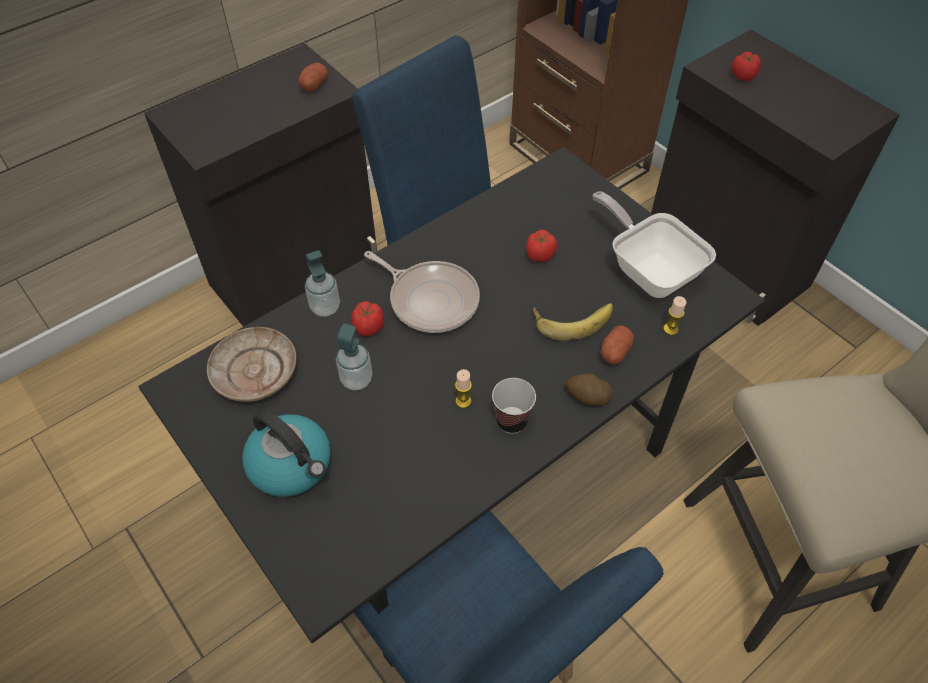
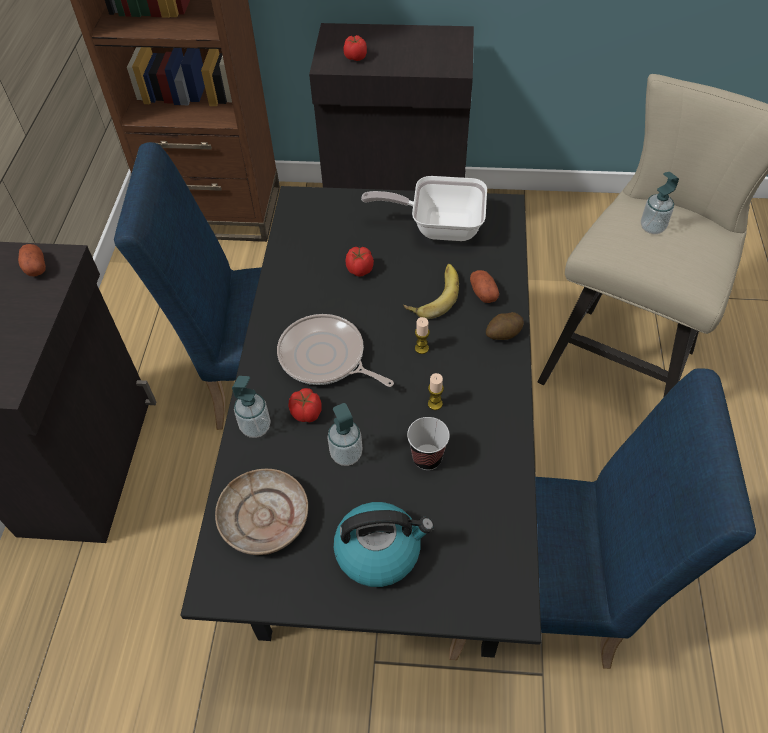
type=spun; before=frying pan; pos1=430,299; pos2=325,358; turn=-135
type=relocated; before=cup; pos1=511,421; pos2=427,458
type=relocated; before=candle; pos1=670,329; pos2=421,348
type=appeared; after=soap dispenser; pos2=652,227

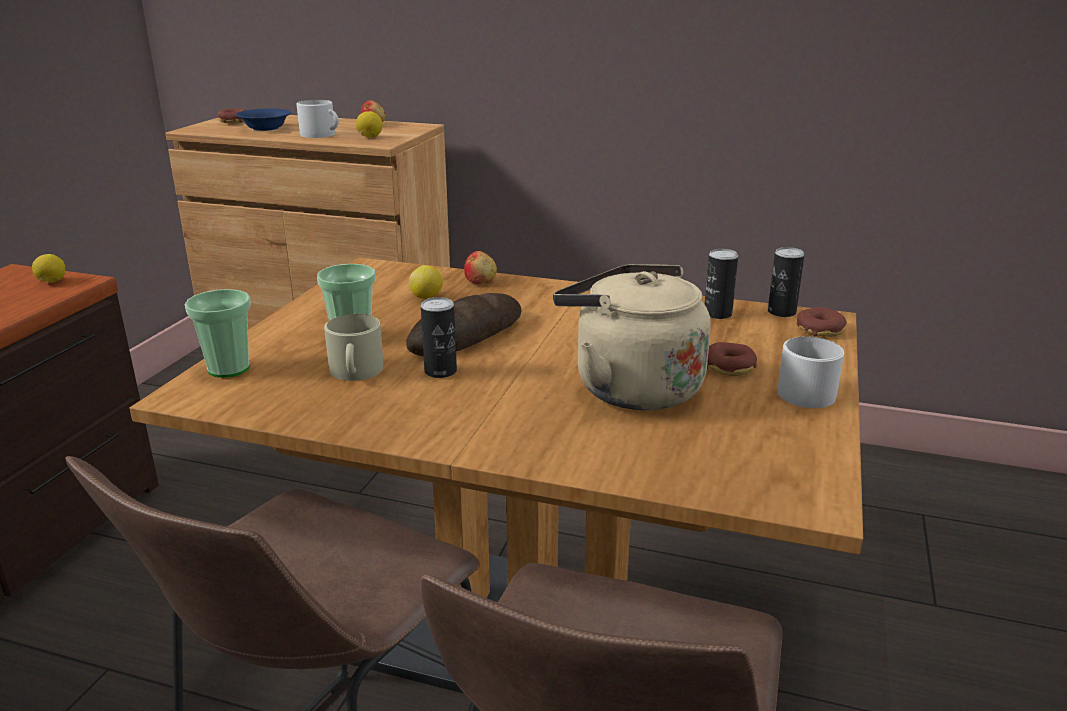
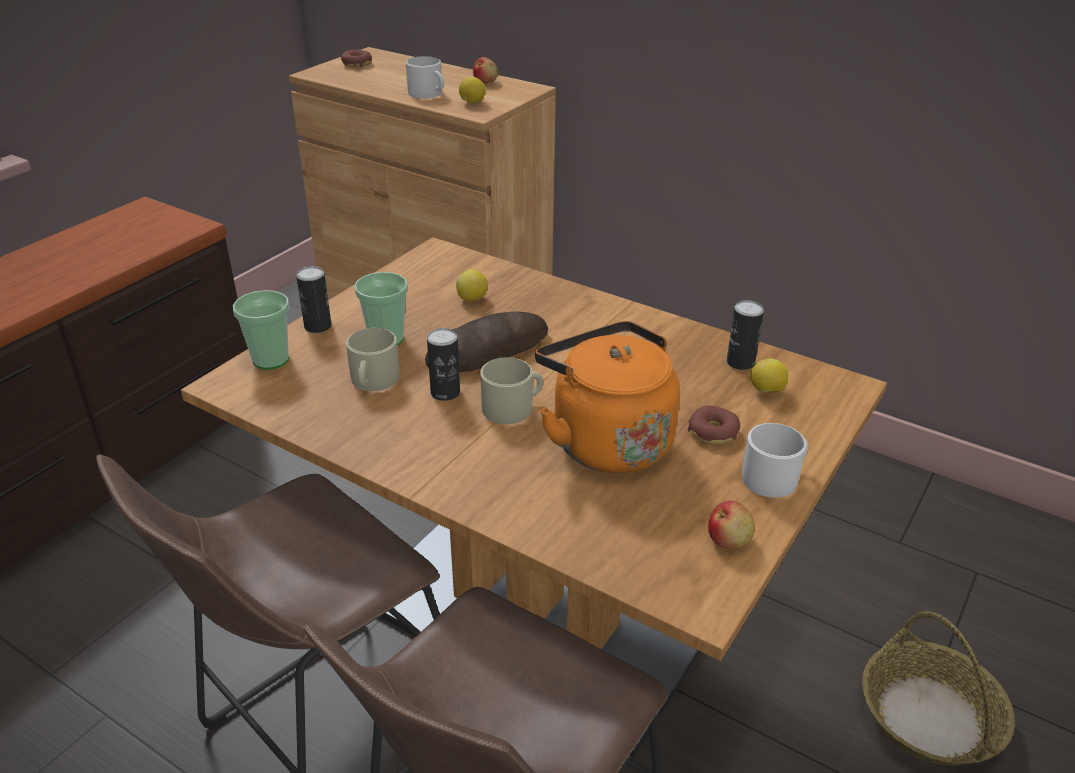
type=relocated; before=lemon; pos1=52,282; pos2=766,391
type=missing; before=bowl (blue); pos1=265,128
type=relocated; before=apple; pos1=480,281; pos2=729,539
type=colour; before=kettle (beige); after=kettle (orange); pos1=630,387; pos2=606,440
type=relocated; before=can; pos1=781,312; pos2=318,326
type=missing; before=donut; pos1=820,329
type=appeared; after=mug (beige); pos2=513,407
type=appeared; after=basket; pos2=930,717

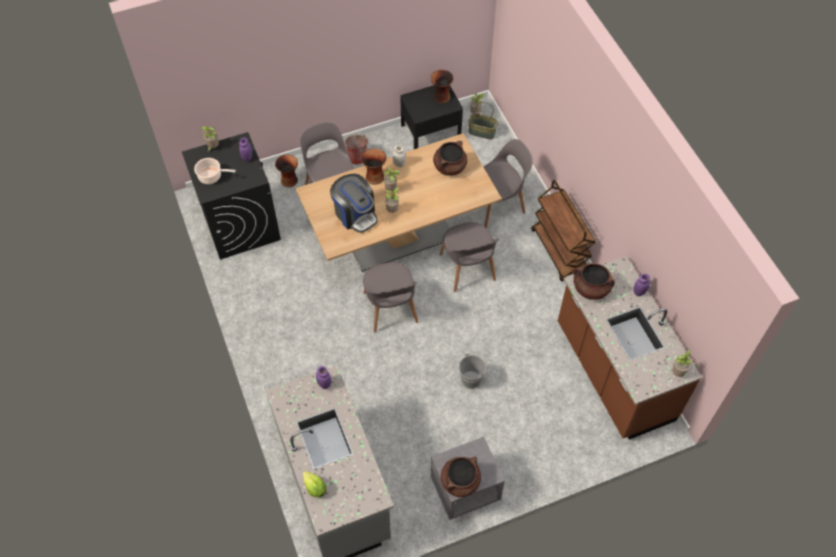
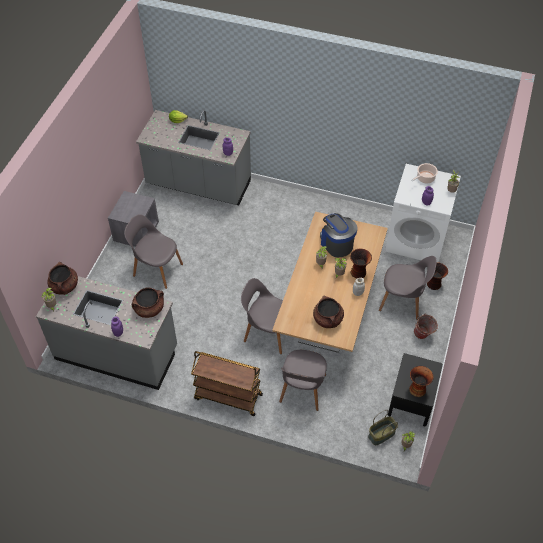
type=colour; before=washing machine (black); after=washing machine (white); pos1=240,224; pos2=417,239
type=spun; before=coffee machine; pos1=355,214; pos2=336,244; turn=60
type=relocated; before=chair (grey); pos1=390,309; pos2=156,269
type=relocated; before=cooking pot (brown); pos1=460,481; pos2=64,286
type=missing; before=bucket (grey); pos1=473,379
type=colour; before=counter (brown); after=counter (grey); pos1=613,373; pos2=117,352

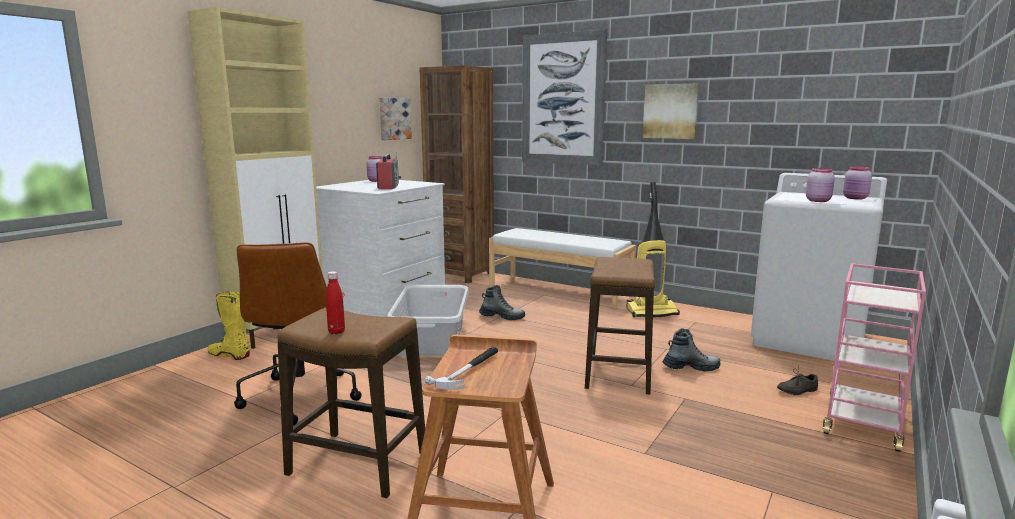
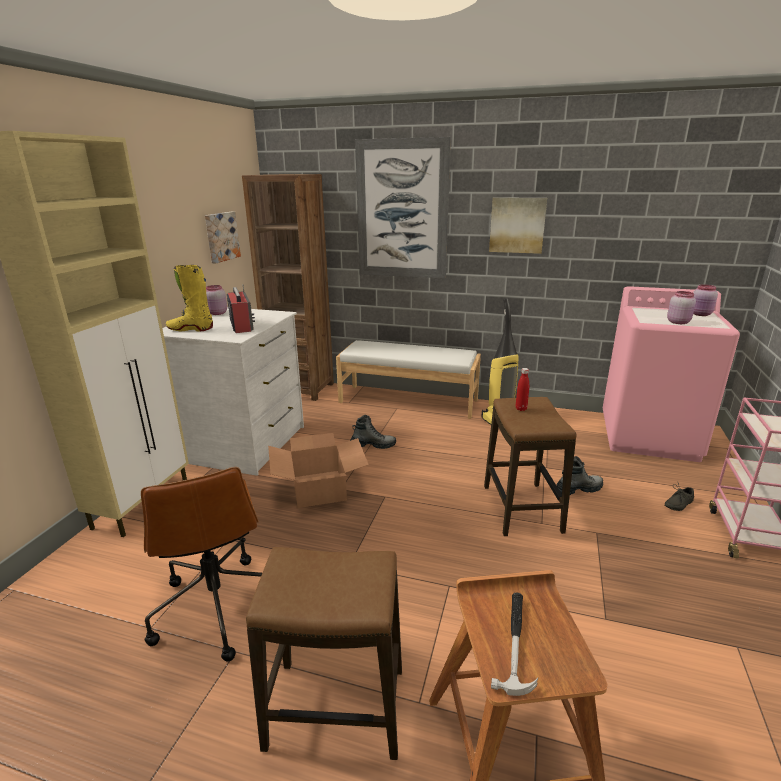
type=relocated; before=boot (yellow); pos1=230,355; pos2=190,329
type=relocated; before=bottle (red); pos1=336,332; pos2=521,409
type=exchanged; before=laundry basket (grey); after=cardboard box; pos1=432,339; pos2=319,488
type=colour; before=washing machine (white); after=washing machine (pink); pos1=809,339; pos2=649,436

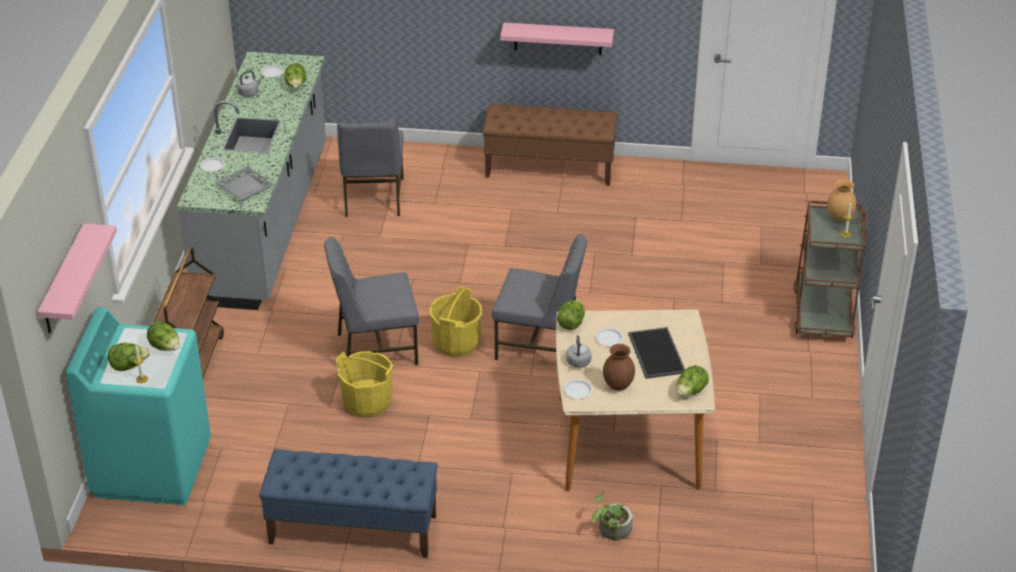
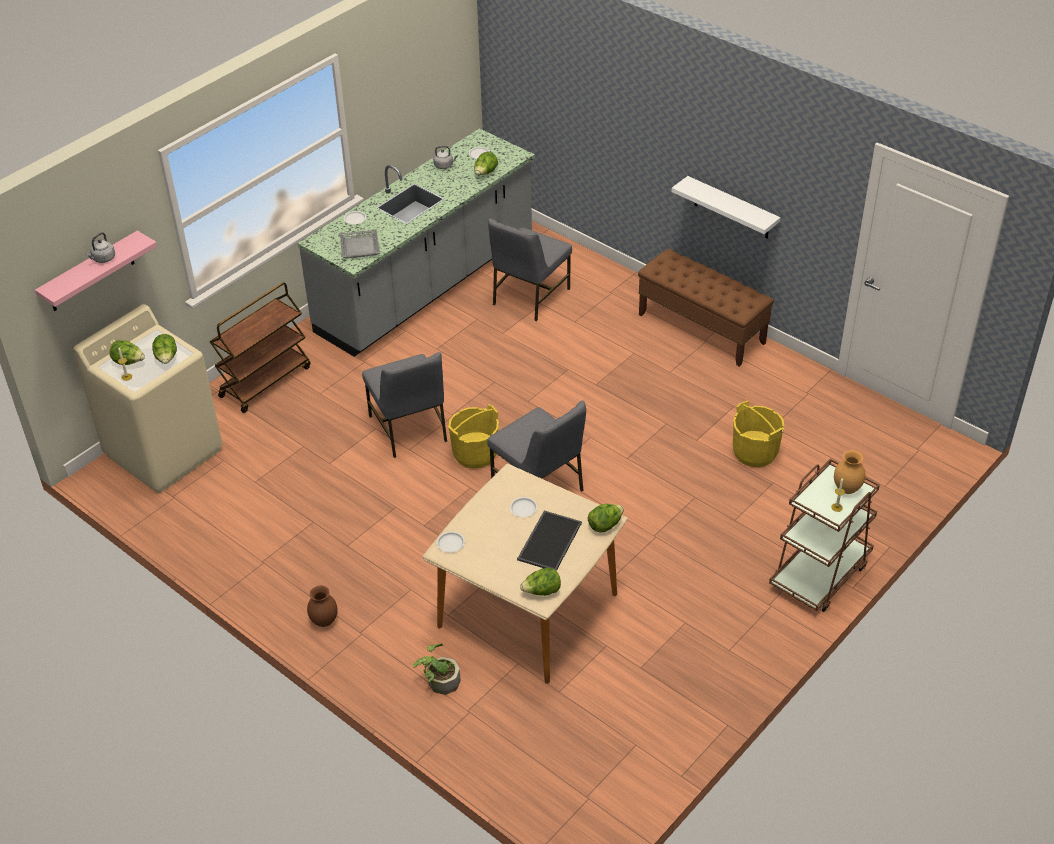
type=colour; before=washing machine (turquoise); after=washing machine (beige); pos1=152,467; pos2=164,452
type=missing; before=bench (blue); pos1=352,529
type=spun; before=chair (grey); pos1=375,348; pos2=409,429; turn=-135
type=relocated; before=bucket (yellow); pos1=367,402; pos2=755,452
type=colour; before=shelf (pink); after=shelf (white); pos1=558,38; pos2=732,208
type=relocated; before=lettuce; pos1=571,323; pos2=605,525
type=relocated; before=kettle (grey); pos1=578,363; pos2=103,259
type=relocated; before=vase (brown); pos1=618,386; pos2=325,621

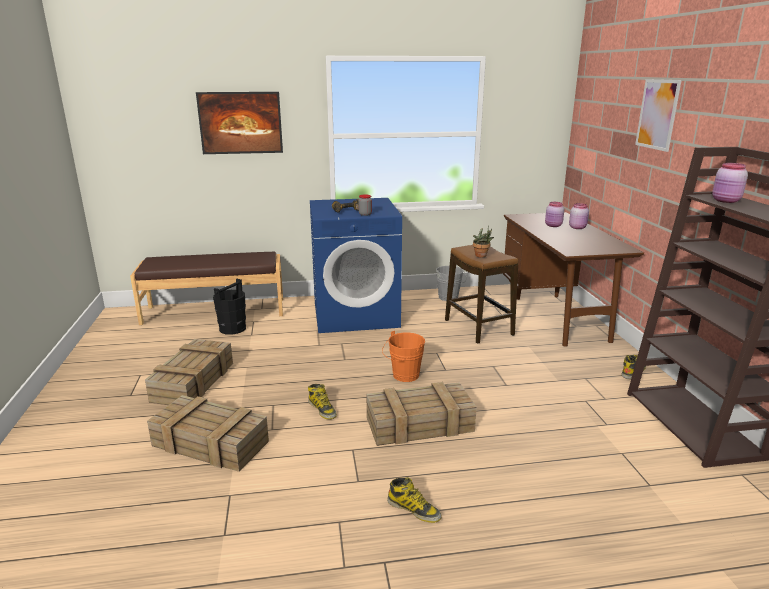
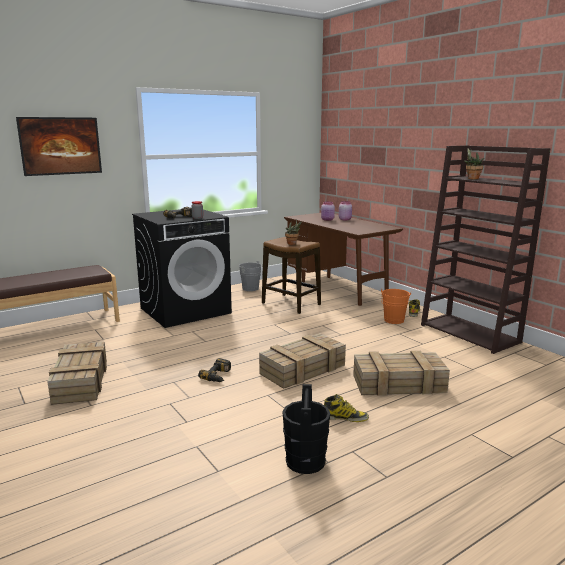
type=relocated; before=crate; pos1=212,443; pos2=400,383
type=relocated; before=bucket (black); pos1=232,329; pos2=305,461
type=exchanged; before=boot; after=power drill; pos1=322,409; pos2=219,376
type=colour; before=washing machine (blue); after=washing machine (black); pos1=356,314; pos2=186,310
type=relocated; before=bucket (orange); pos1=403,376; pos2=393,321
type=missing; before=picture; pos1=657,114
type=exchanged; before=jar (pink); after=potted plant; pos1=726,201; pos2=471,178

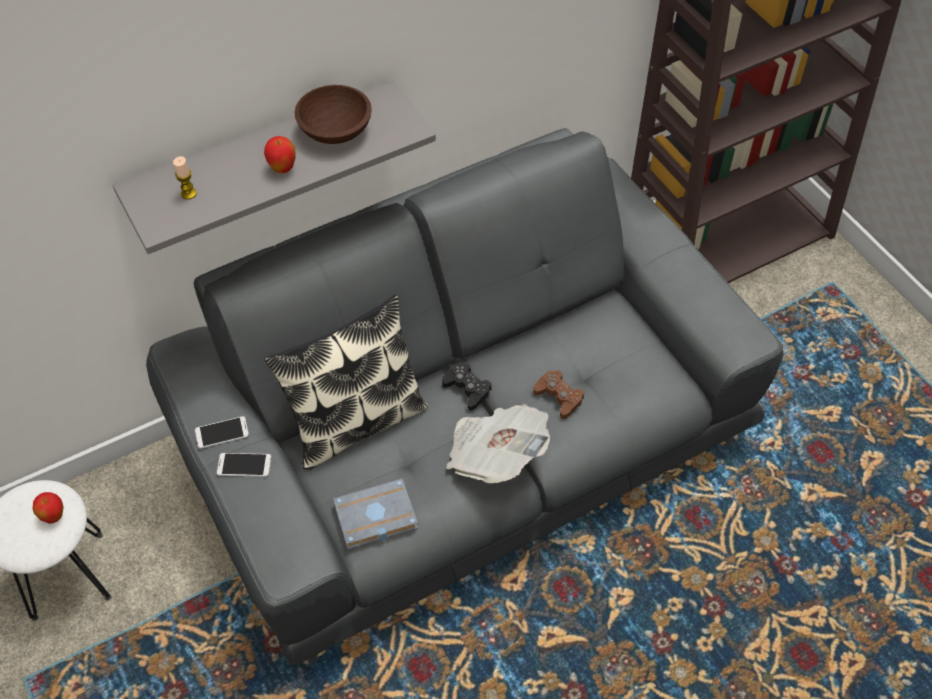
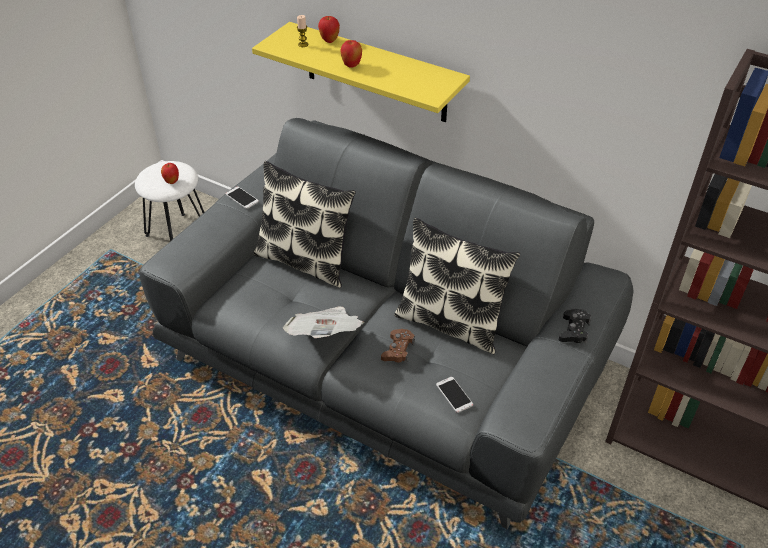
type=colour; before=shelf (grey); after=shelf (yellow); pos1=264,160; pos2=375,73
type=relocated; before=phone; pos1=244,465; pos2=454,395
type=missing; before=bowl (brown); pos1=336,131
type=missing; before=book (grey); pos1=374,519
type=relocated; before=game controller (black); pos1=467,389; pos2=574,330
type=appeared; after=apple; pos2=329,41
type=appeared; after=pillow; pos2=450,322

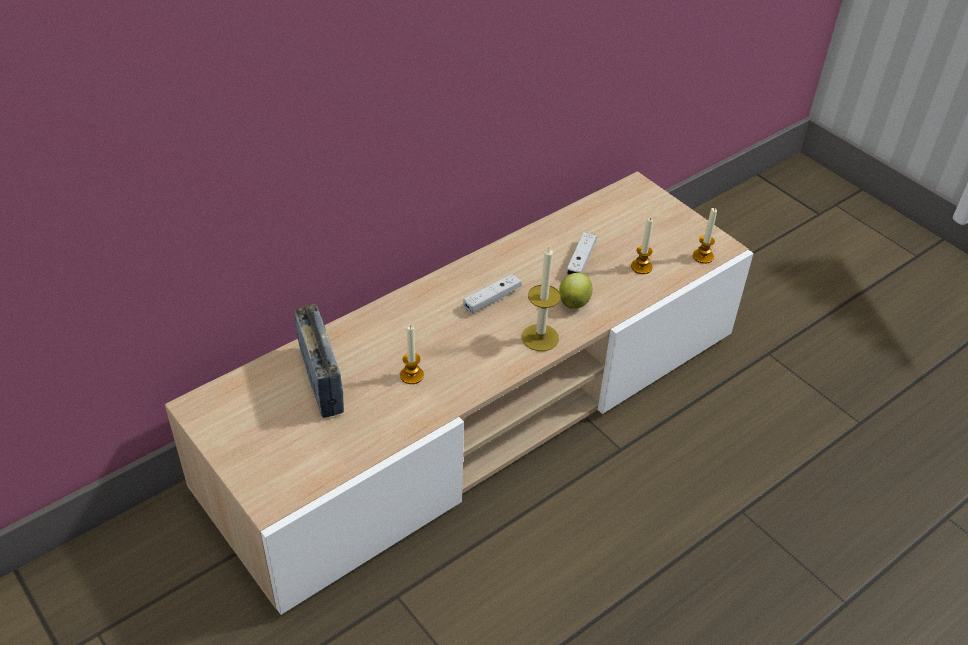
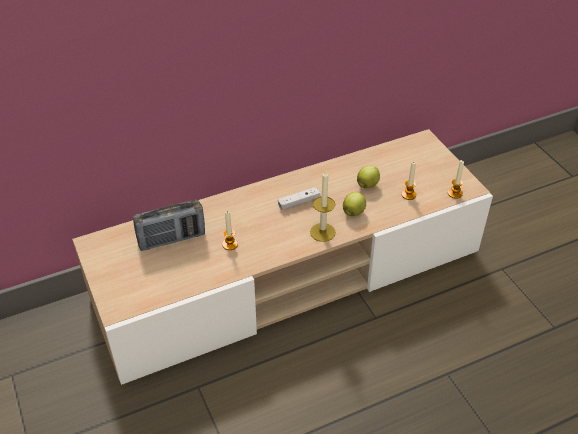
type=spun; before=radio; pos1=321,381; pos2=171,239; turn=75
type=exchanged; before=game controller (white); after=apple; pos1=580,261; pos2=367,185

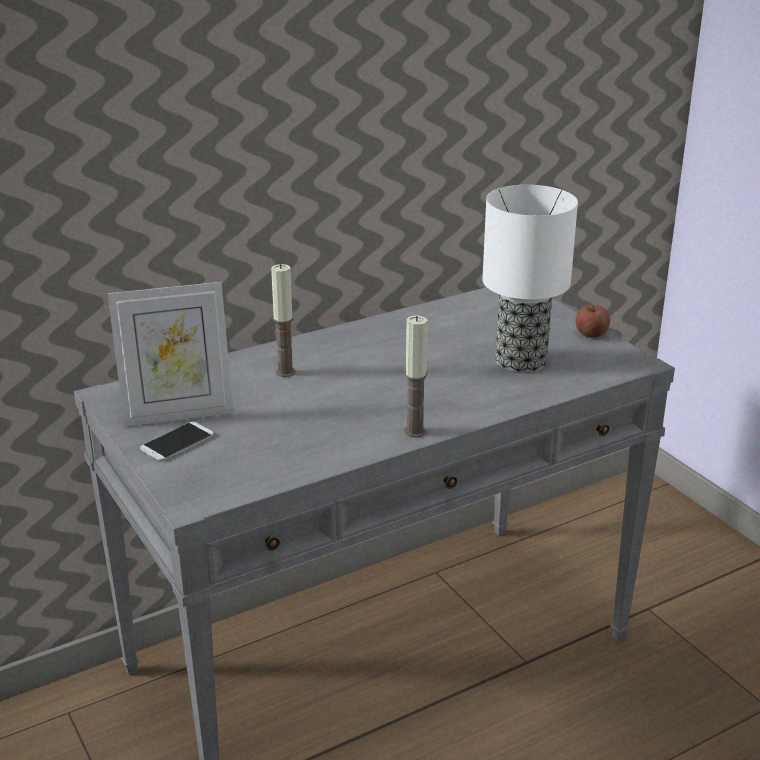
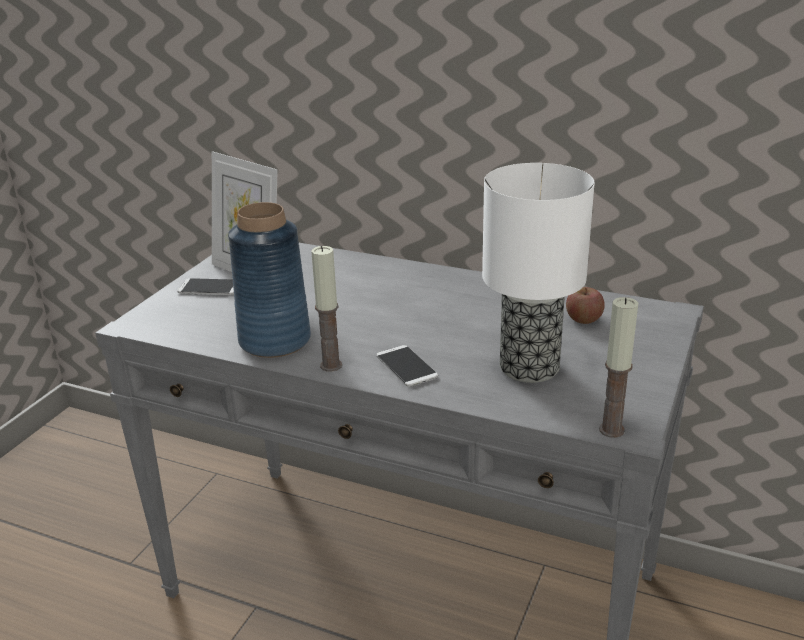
type=relocated; before=candle; pos1=285,372; pos2=611,430
type=relocated; before=apple; pos1=591,334; pos2=584,319
type=appeared; after=vase (blue); pos2=274,340
type=appeared; after=phone; pos2=406,366

